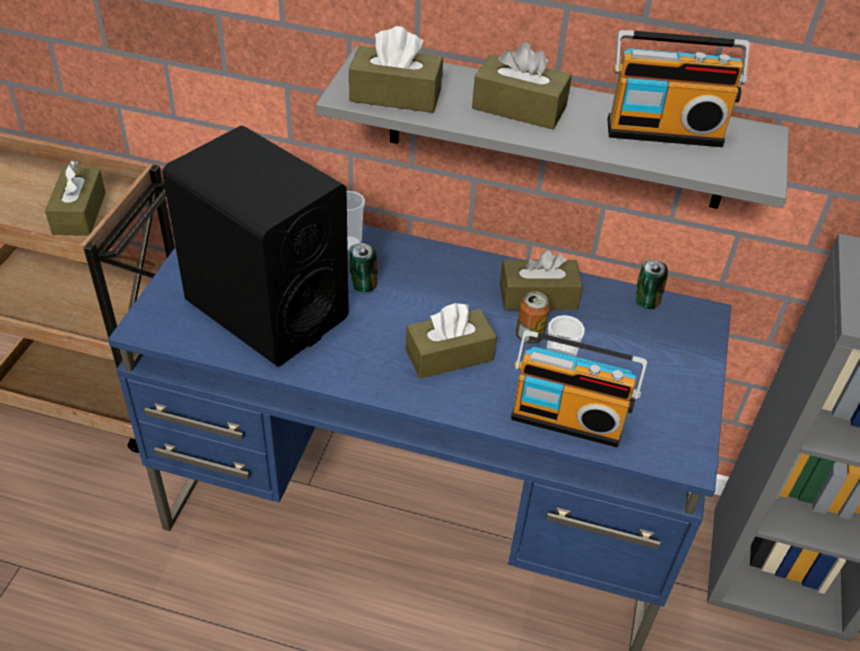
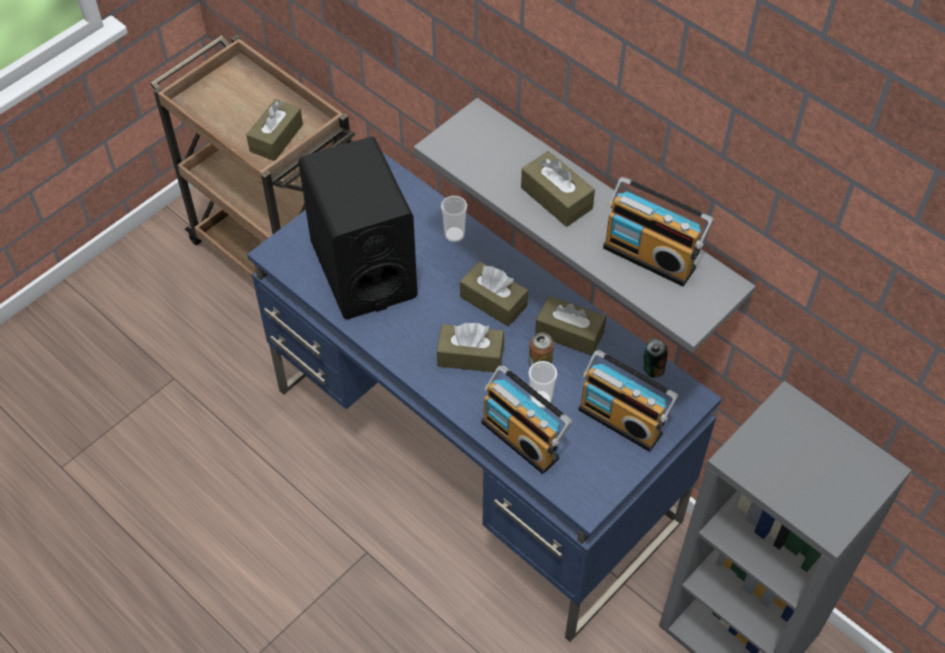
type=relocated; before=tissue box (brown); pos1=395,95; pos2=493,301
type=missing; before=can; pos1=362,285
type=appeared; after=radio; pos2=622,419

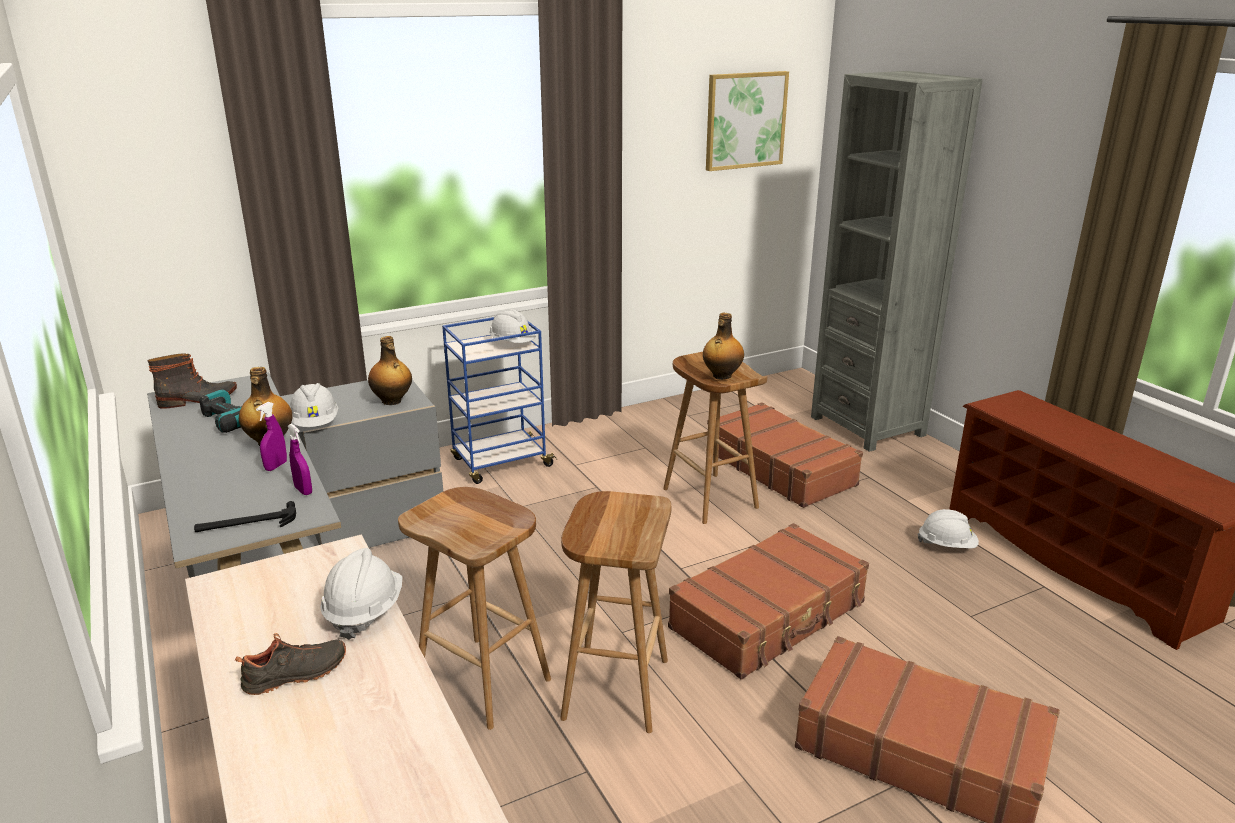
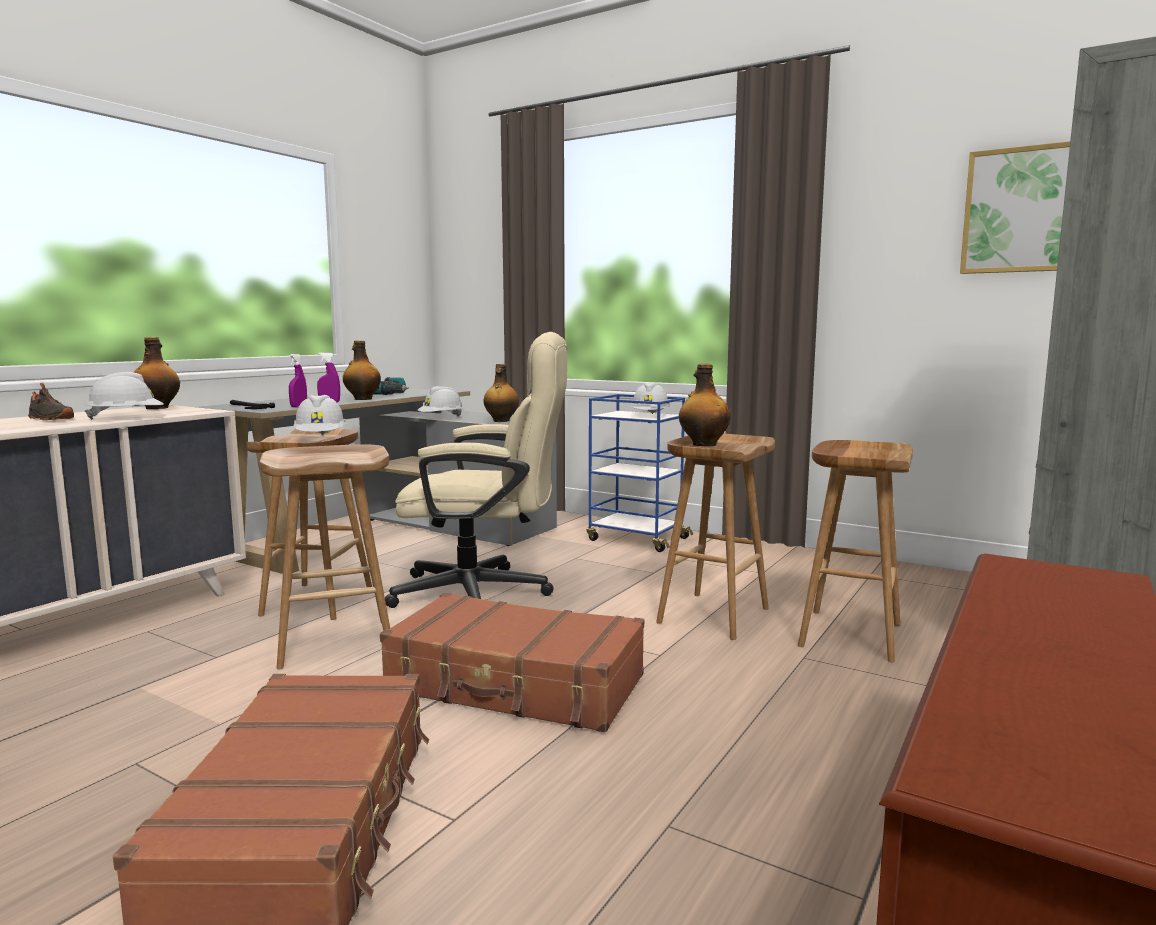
type=missing; before=boot; pos1=198,400
type=exchanged; before=suitcase (brown); after=stool (brown); pos1=780,468; pos2=849,634
type=relocated; before=hard hat (white); pos1=947,545; pos2=321,439
type=appeared; after=bottle; pos2=158,408
type=appeared; after=office chair (beige); pos2=486,593

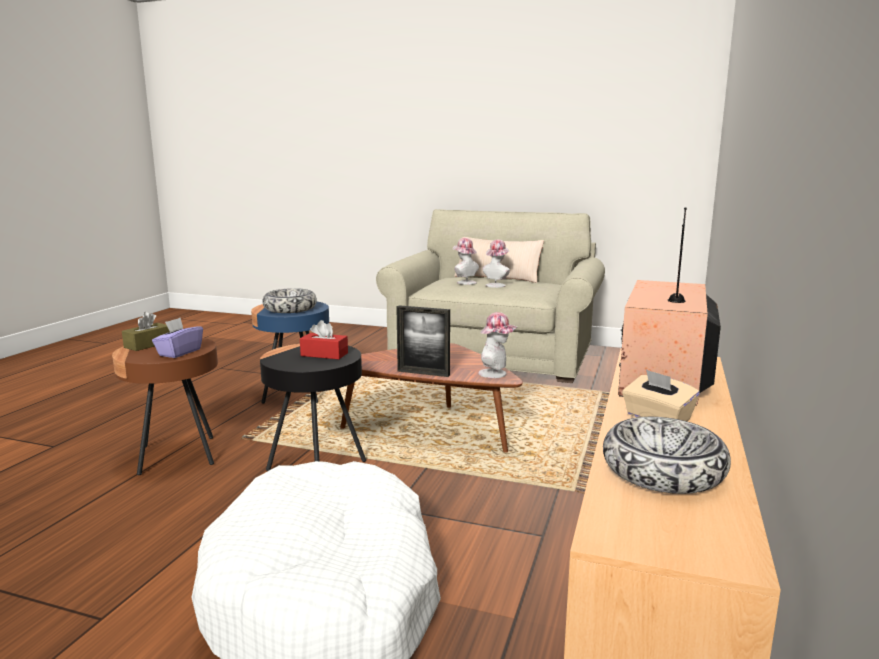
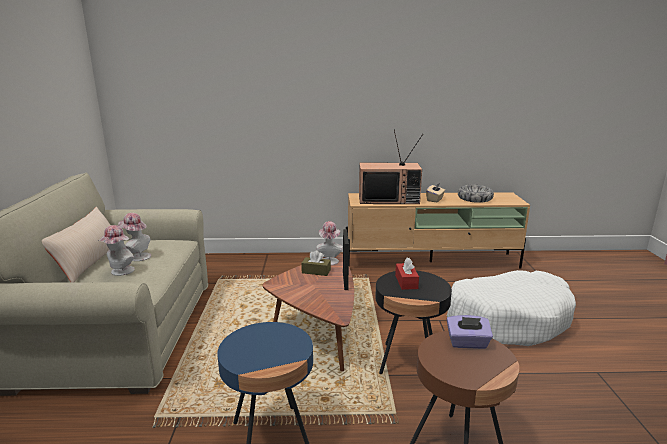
type=relocated; before=tissue box (brown); pos1=148,344; pos2=316,271
type=missing; before=bowl; pos1=290,309

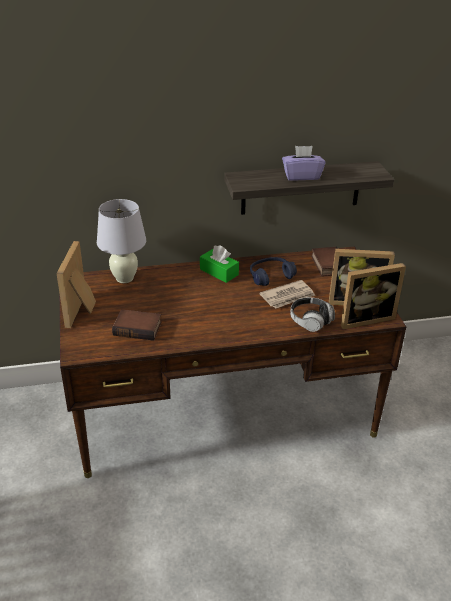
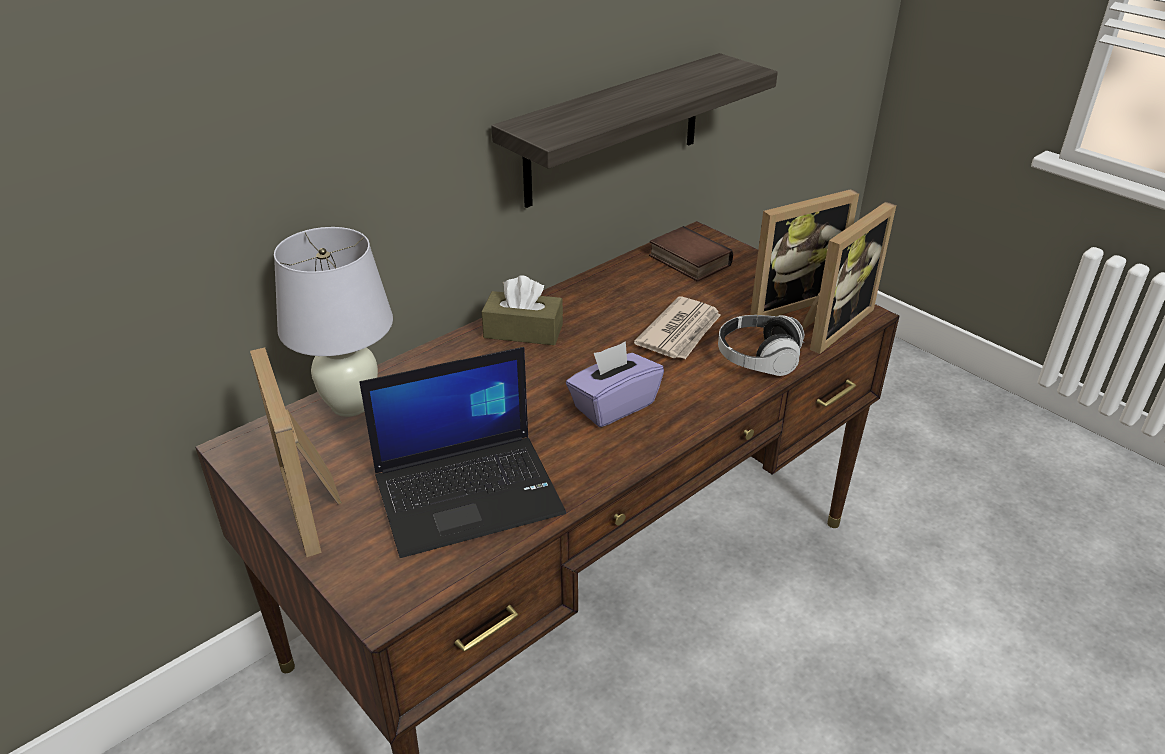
type=exchanged; before=book; after=laptop; pos1=138,328; pos2=470,492
type=colour; before=tissue box (green); after=tissue box (brown); pos1=219,272; pos2=523,331
type=missing; before=headphones (blue); pos1=271,276
type=relocated; before=tissue box (purple); pos1=301,176; pos2=613,405

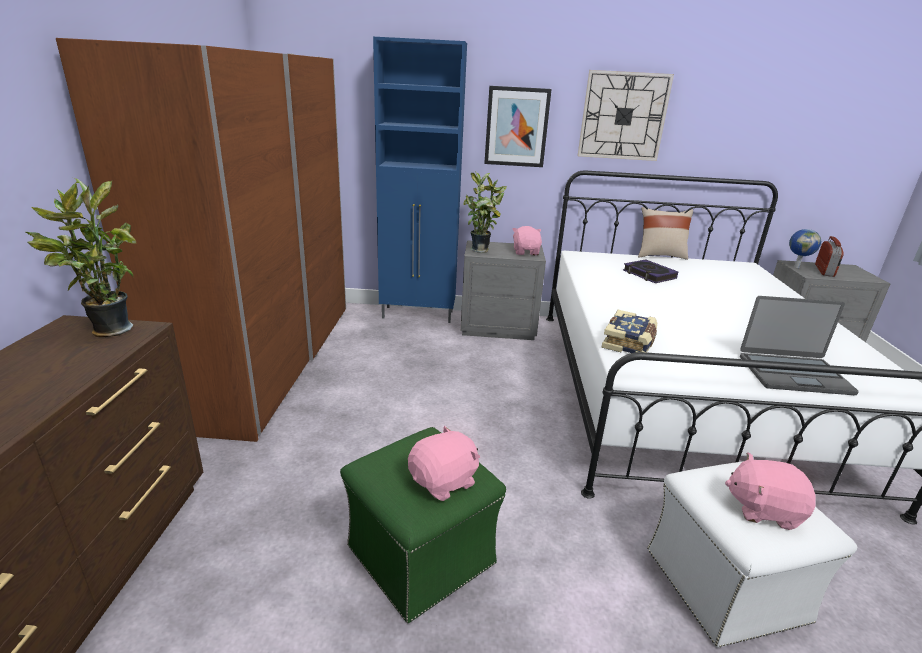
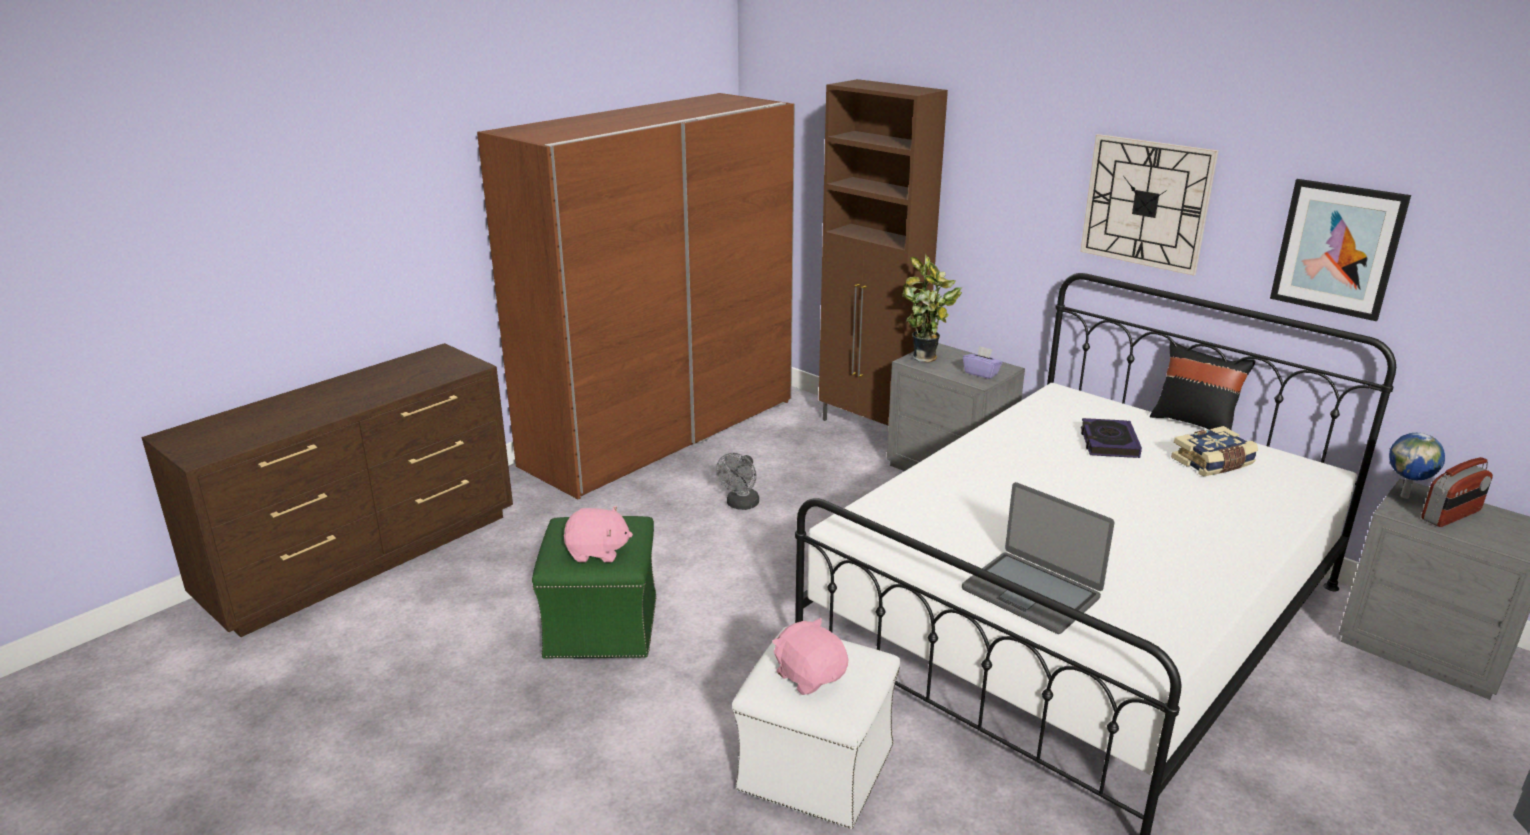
type=missing; before=potted plant; pos1=107,330
type=colour; before=cabinet (blue); after=cabinet (brown); pos1=419,315; pos2=870,428
type=relocated; before=picture; pos1=516,127; pos2=1337,249
type=exchanged; before=plush toy (pink); after=tissue box (purple); pos1=526,252; pos2=981,373
type=relocated; before=book; pos1=629,343; pos2=1213,463
type=colour; before=pillow (beige); after=pillow (black); pos1=660,255; pos2=1194,423
type=appeared; after=fan (grey); pos2=740,505

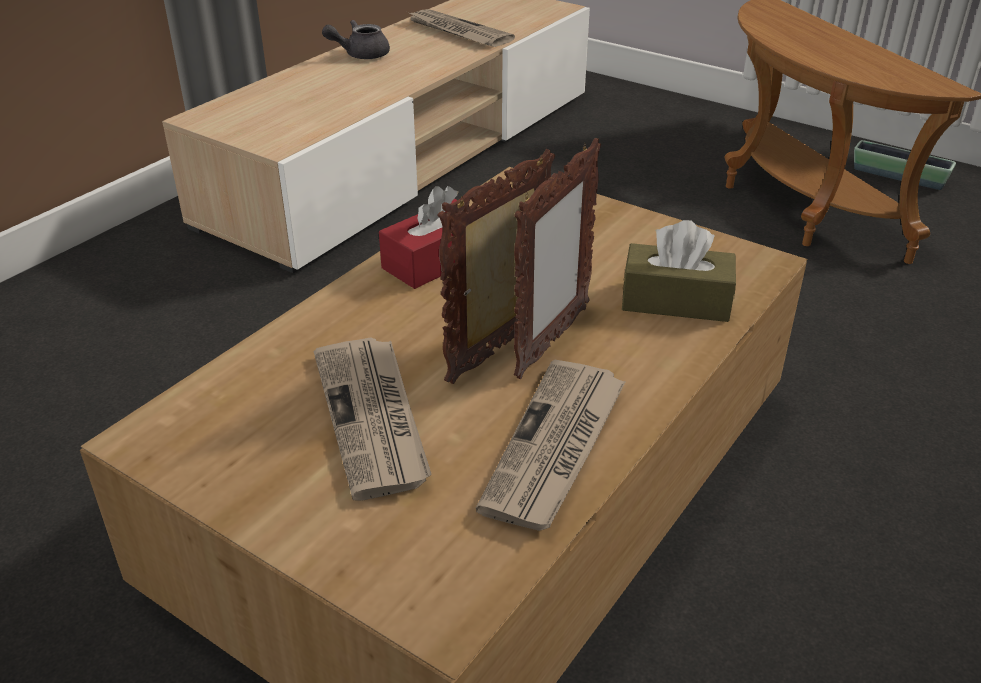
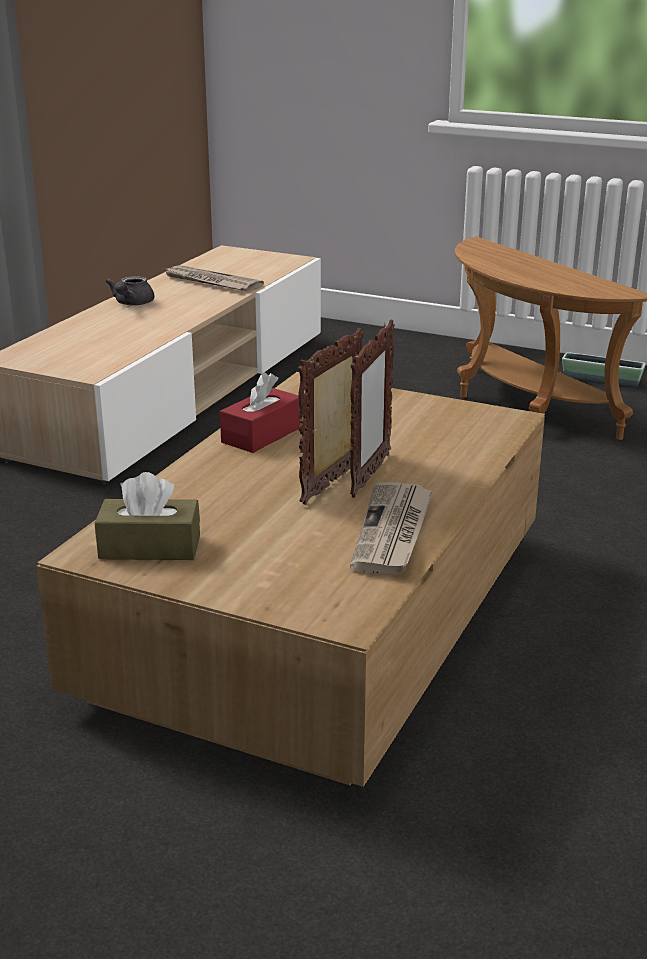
type=missing; before=newspaper; pos1=373,418
type=spun; before=teapot (grey); pos1=360,55; pos2=131,304; turn=-45
type=relocated; before=tissue box (brown); pos1=676,301; pos2=150,547

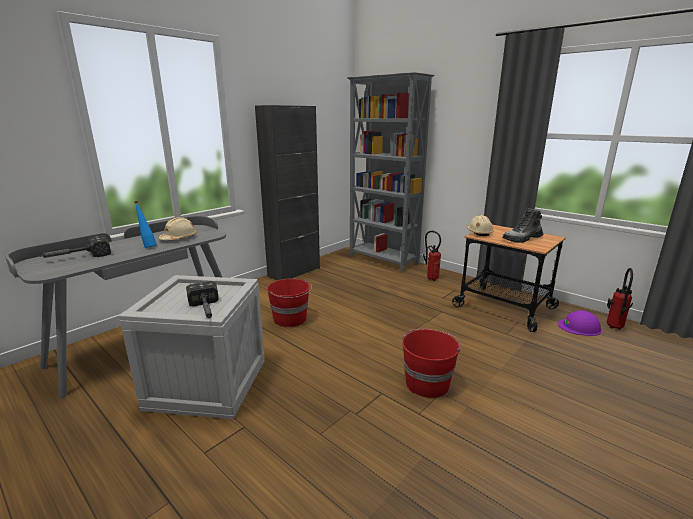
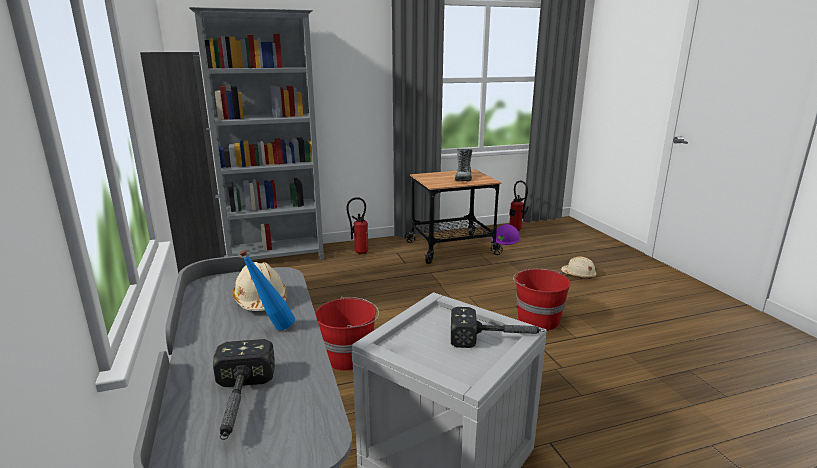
type=relocated; before=hard hat (beige); pos1=479,232; pos2=579,274

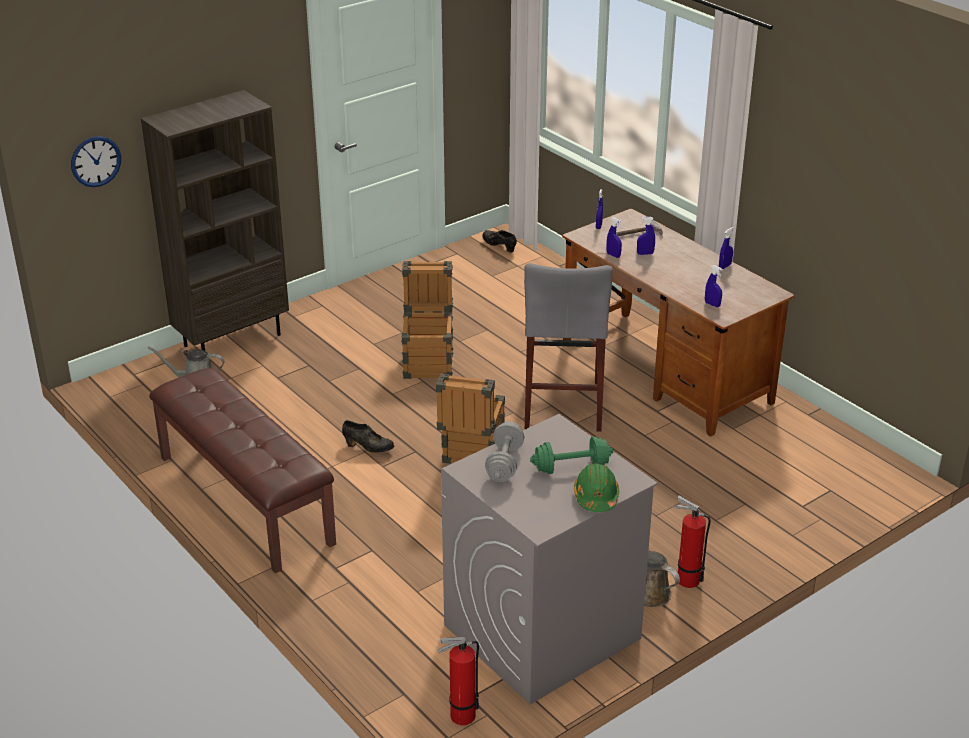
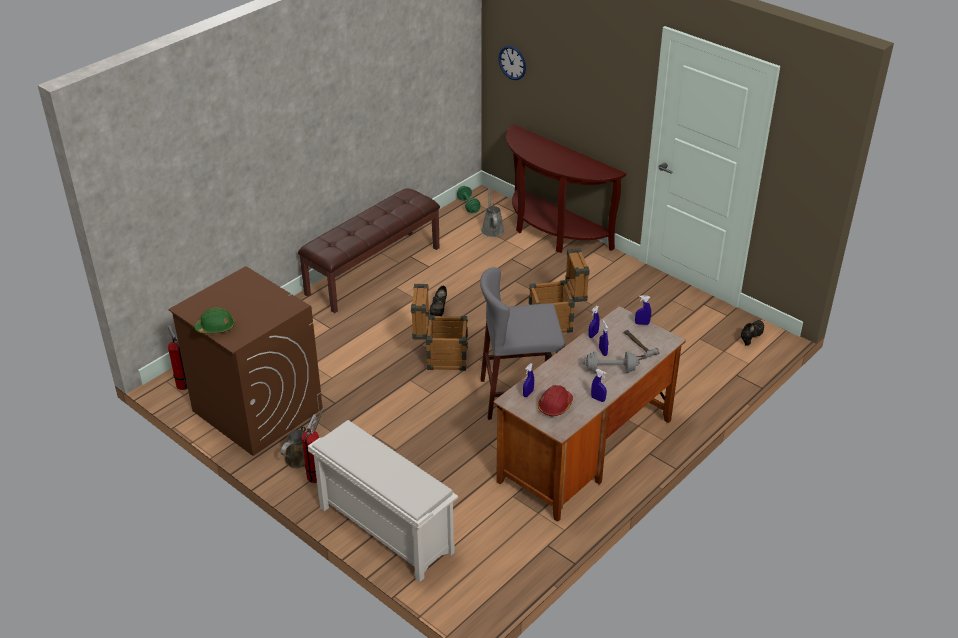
type=exchanged; before=bookcase (brown); after=console table (brown); pos1=232,339; pos2=552,232
type=colour; before=washing machine (grey); after=washing machine (brown); pos1=541,632; pos2=256,409
type=relocated; before=dumbbell (grey); pos1=504,463; pos2=610,370
type=relocated; before=dumbbell (green); pos1=571,467; pos2=468,205
type=appeared; after=shoe rack (white); pos2=384,530
type=appeared; after=hard hat (red); pos2=555,406

